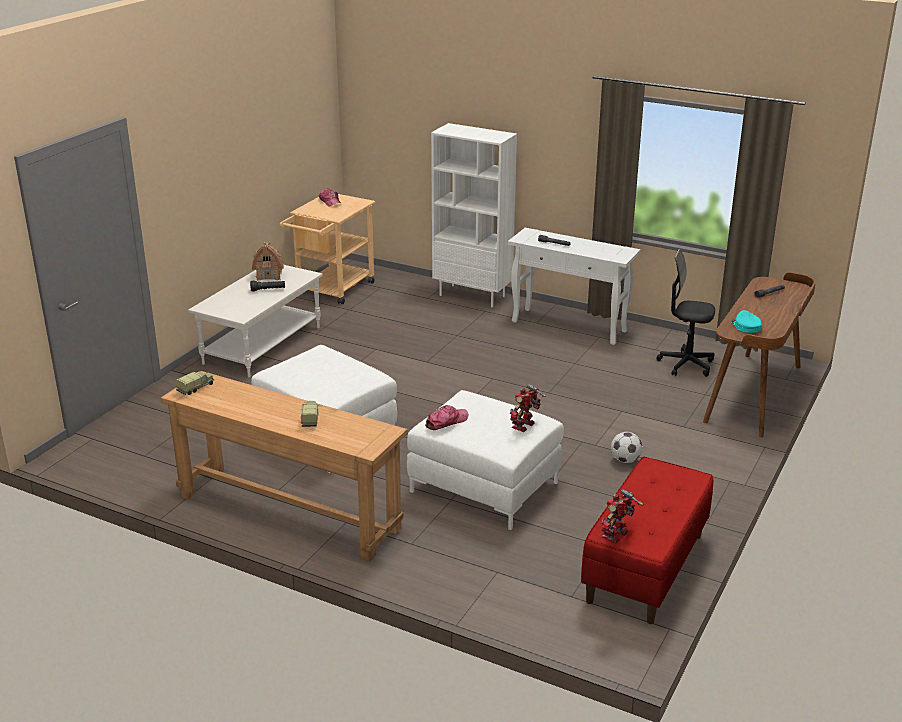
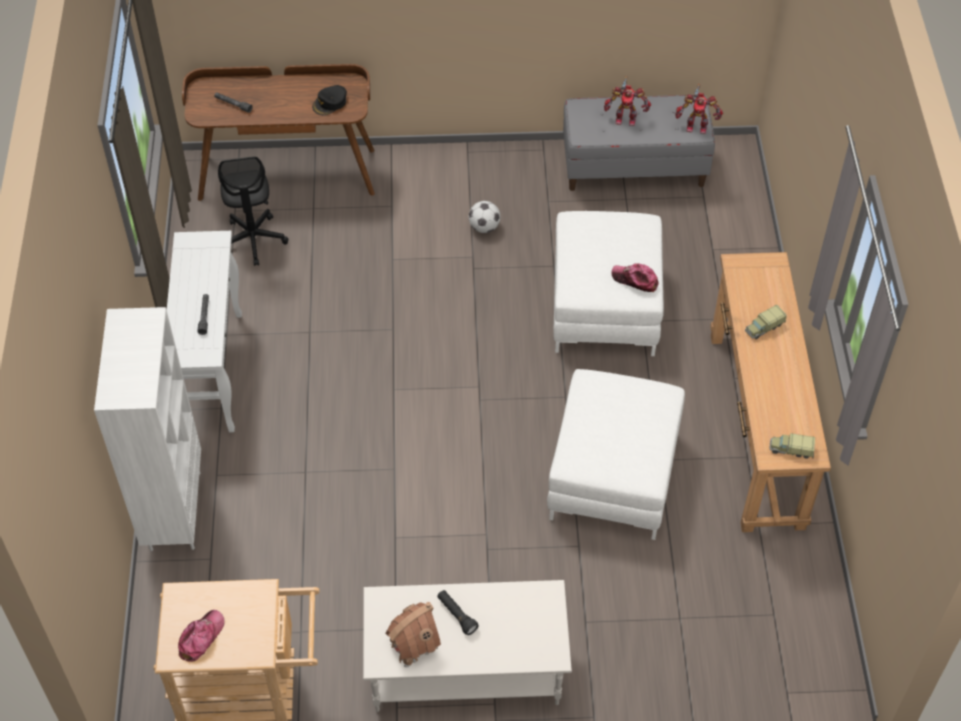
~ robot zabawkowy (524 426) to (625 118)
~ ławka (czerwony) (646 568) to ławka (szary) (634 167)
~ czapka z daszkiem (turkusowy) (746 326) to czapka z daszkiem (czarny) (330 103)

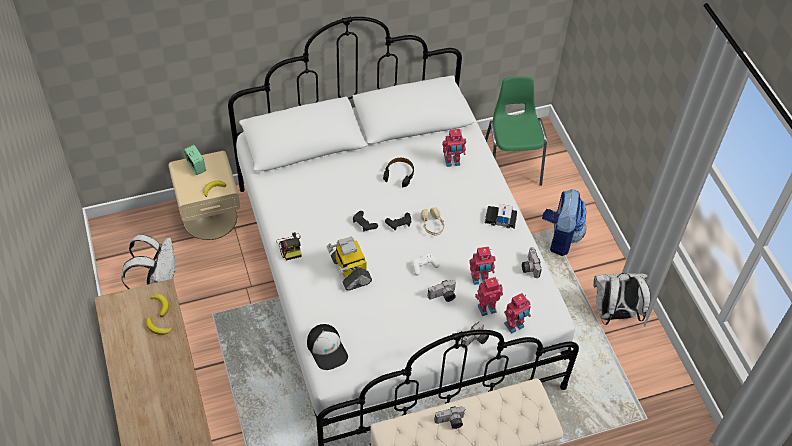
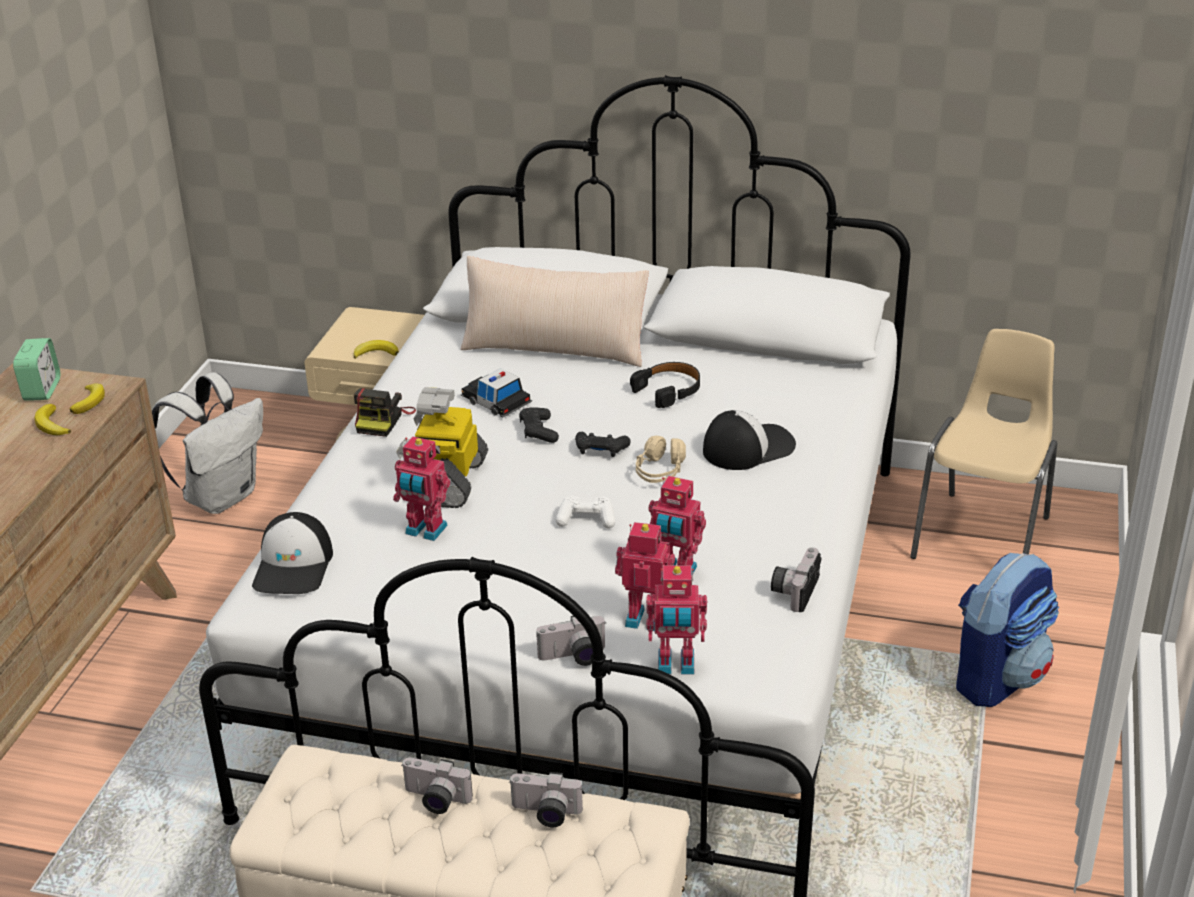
~ budzik (196 167) to (42 390)
~ aparat fotograficzny (443 296) to (545 814)
~ robot zabawkowy (452 162) to (425 531)
~ krzesło (zielony) (511 164) to krzesło (beżowy) (983 537)
~ samochodzik (500 219) to (496 401)
- plecak (biały) (614 314)
+ poduszka (beżowy) (554 347)
+ czapka z daszkiem (748 447)

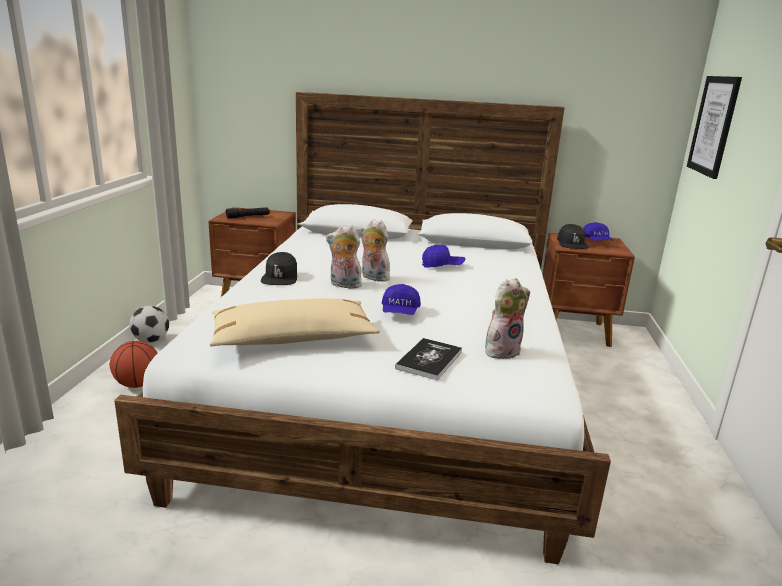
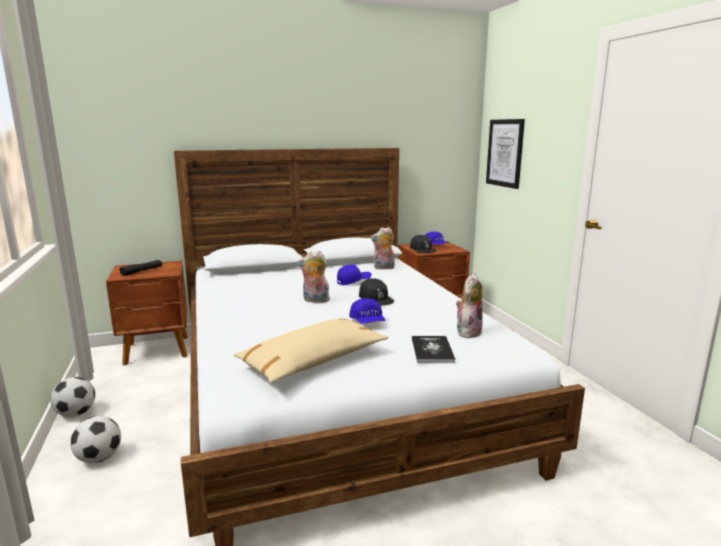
~ piłka do koszykówki (138 384) to piłka futbolowa (99 458)
~ czapka z daszkiem (czarny) (280 277) to (375 299)
~ pluszak (344 285) to (384 268)

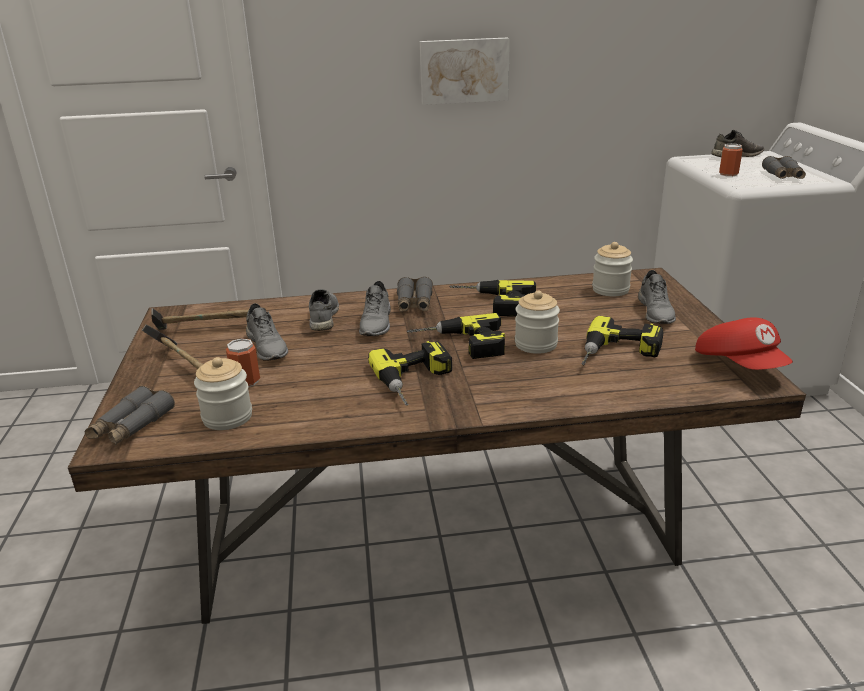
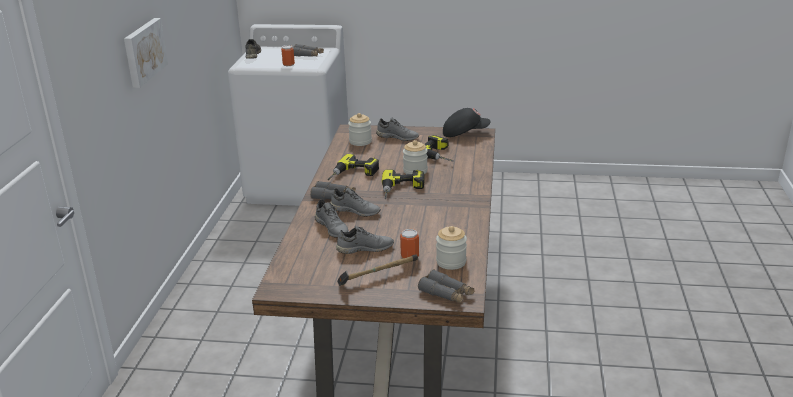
- młotek (208 328)
~ but (szary) (323 318) = (332 228) 135 degrees counterclockwise
- wiertarka (417 382)
~ czapka z daszkiem (czerwony) (740 365) to czapka z daszkiem (czarny) (465 133)

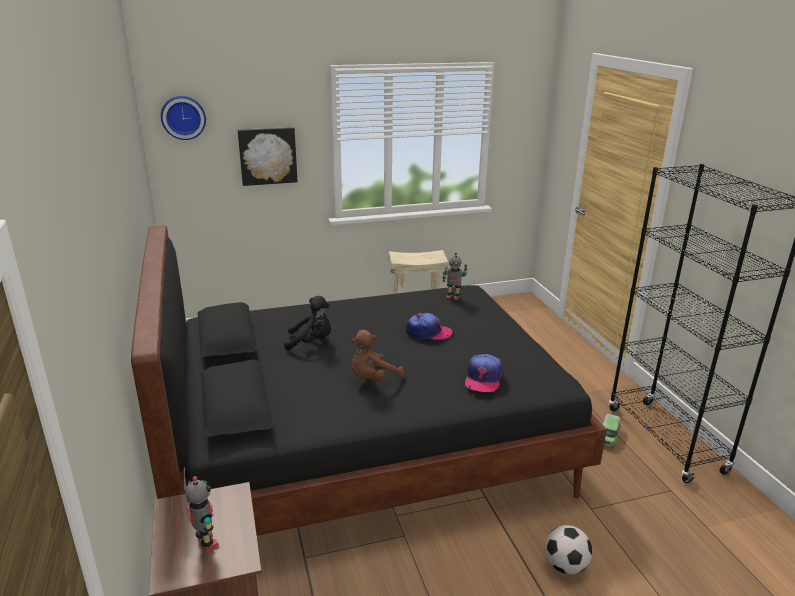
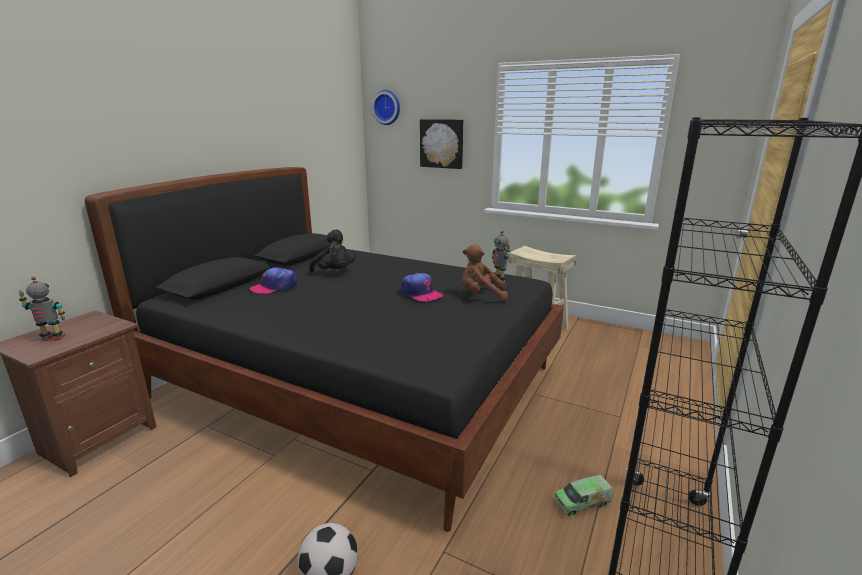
~ robot zabawkowy (206 543) = (53 338) 105 degrees counterclockwise
~ pluszak (brązowy) (372 378) to (481 295)
~ czapka z daszkiem (483 378) to (274 287)

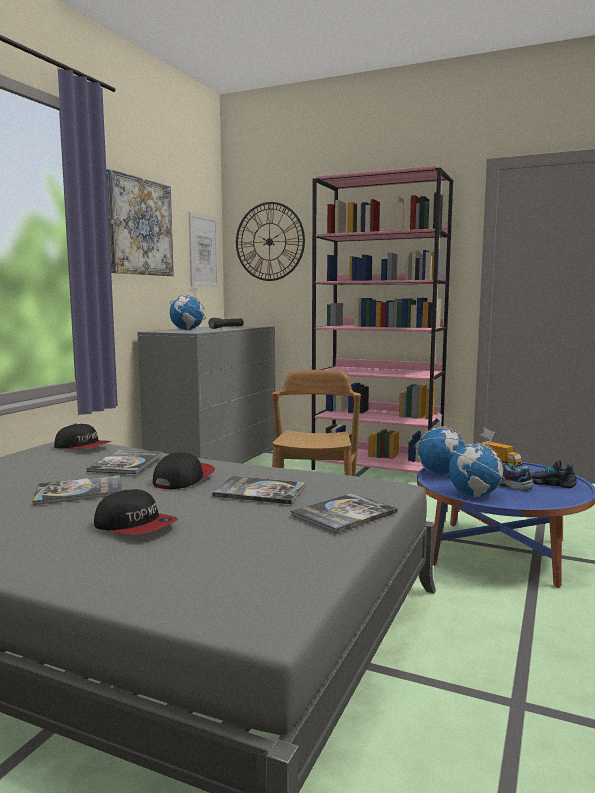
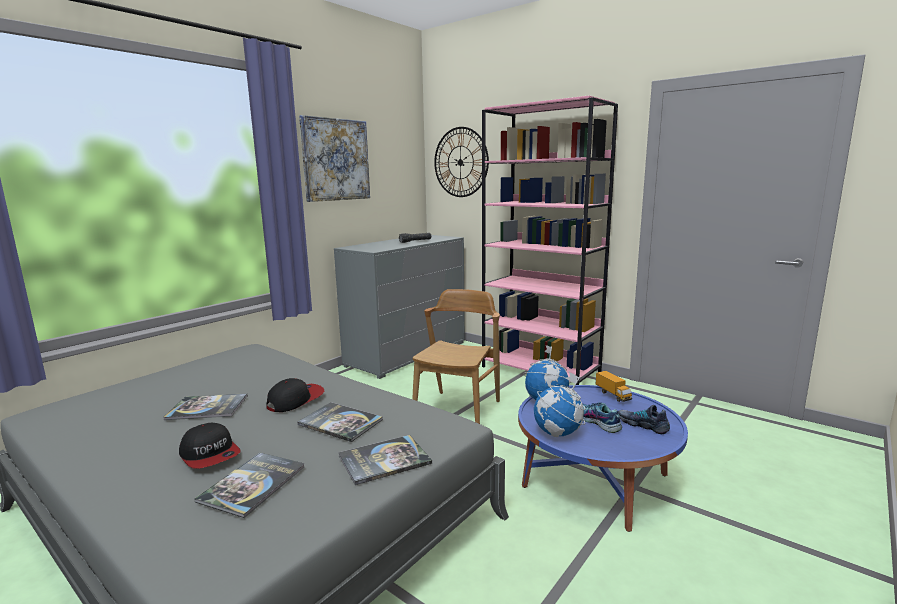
- czapka z daszkiem (83 447)
~ książka (126 463) to (252 484)
- globus (187 330)
- obraz (203 251)

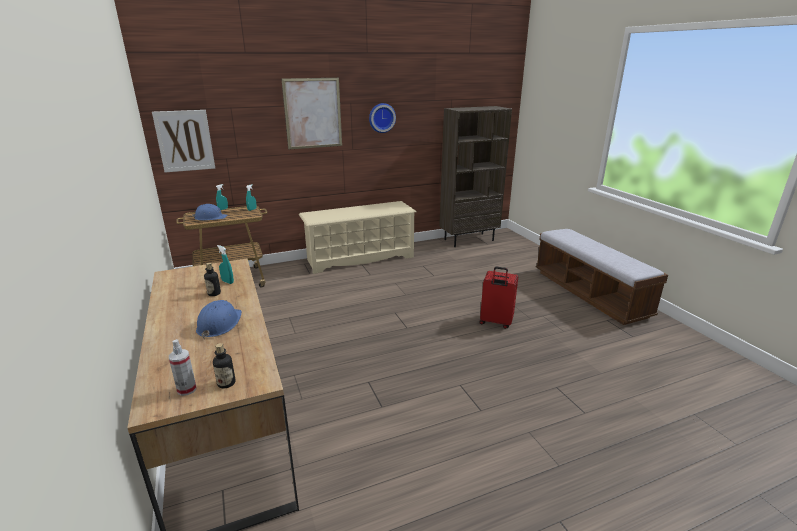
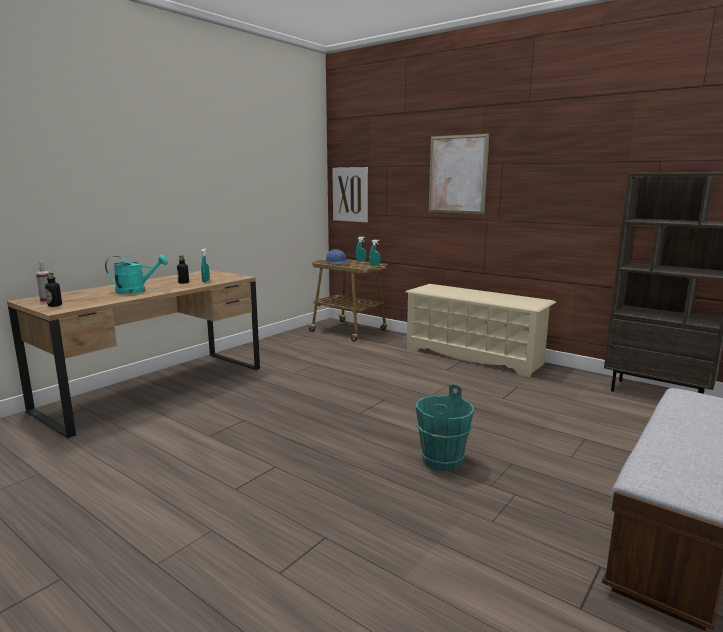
~ kask (niebieski) (219 324) to konewka (turkusowy) (136 291)
- zegar ścienny (381 117)
~ walizka (czerwony) (495 322) to wiadro (turkusowy) (441 461)

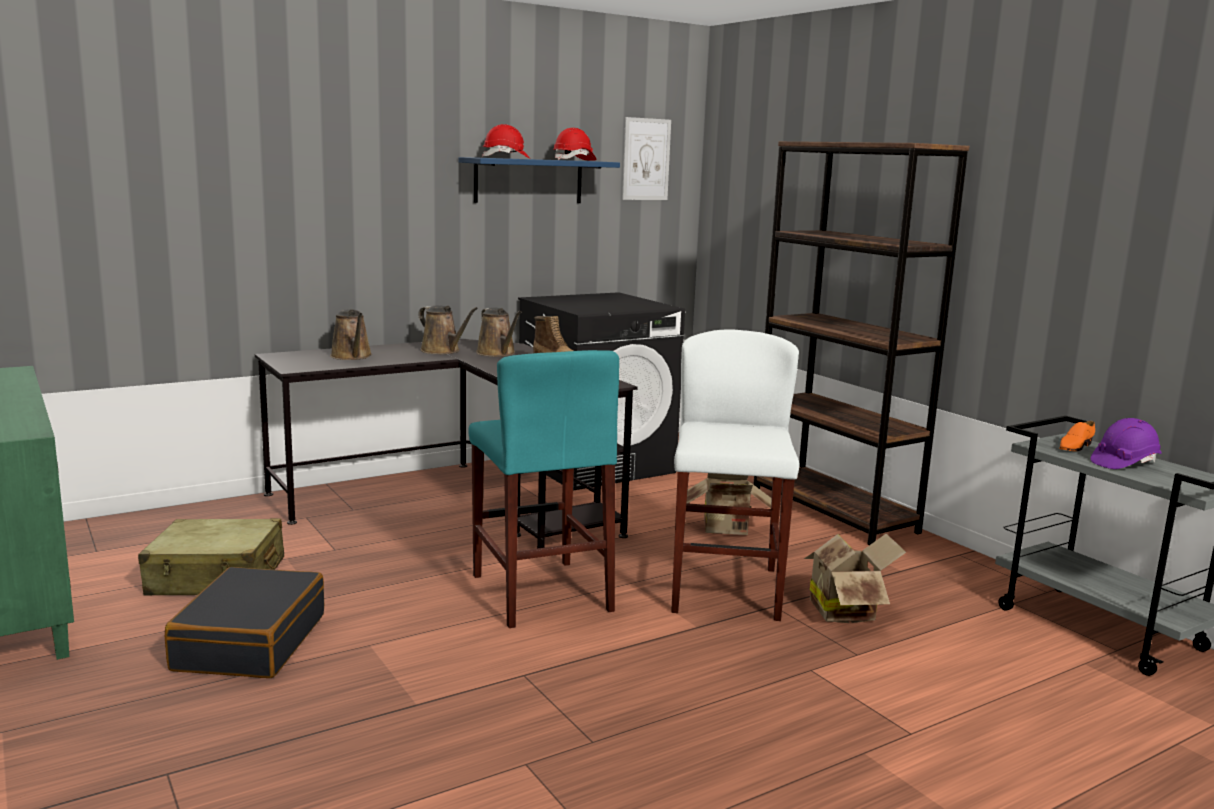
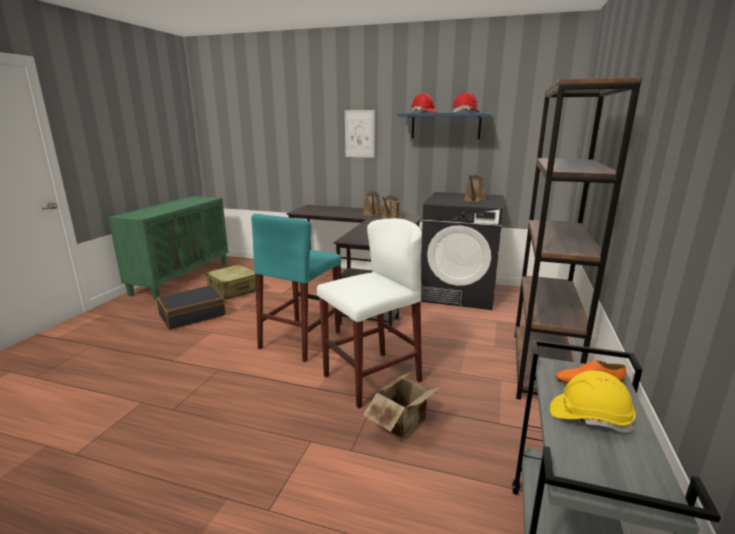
~ konewka (brązowy) (352 357) to (474 200)
~ obraz (646 159) to (359 134)
- karton (727 530)
~ kask (fioletowy) (1124 463) to kask (żółty) (589 417)

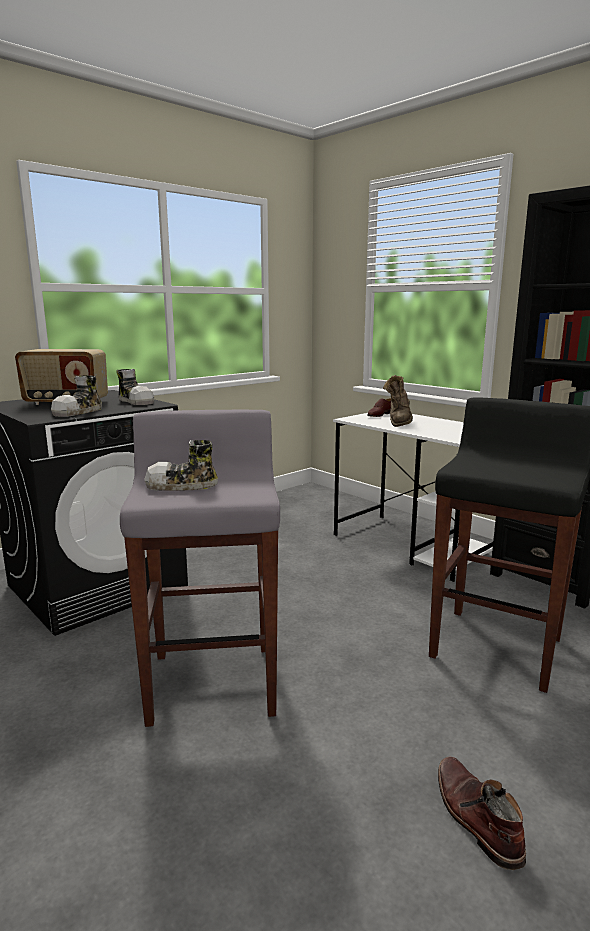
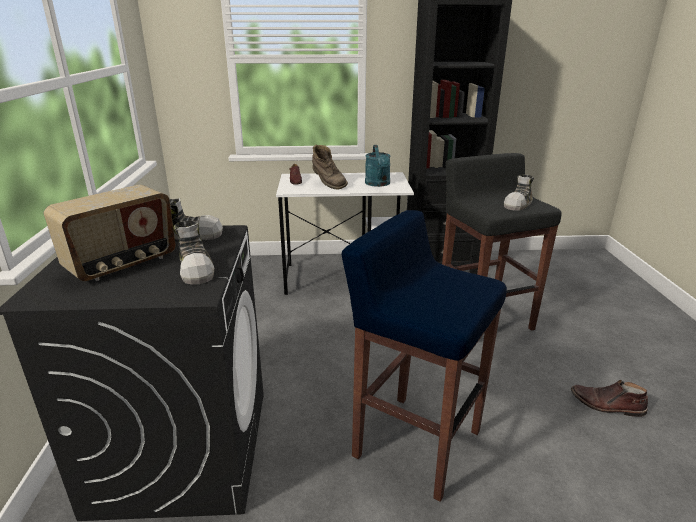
~ stołek (szary) (213 682) to stołek (niebieski) (415 442)
~ but (181 486) to (519 204)
+ konewka (turkusowy) (378 184)

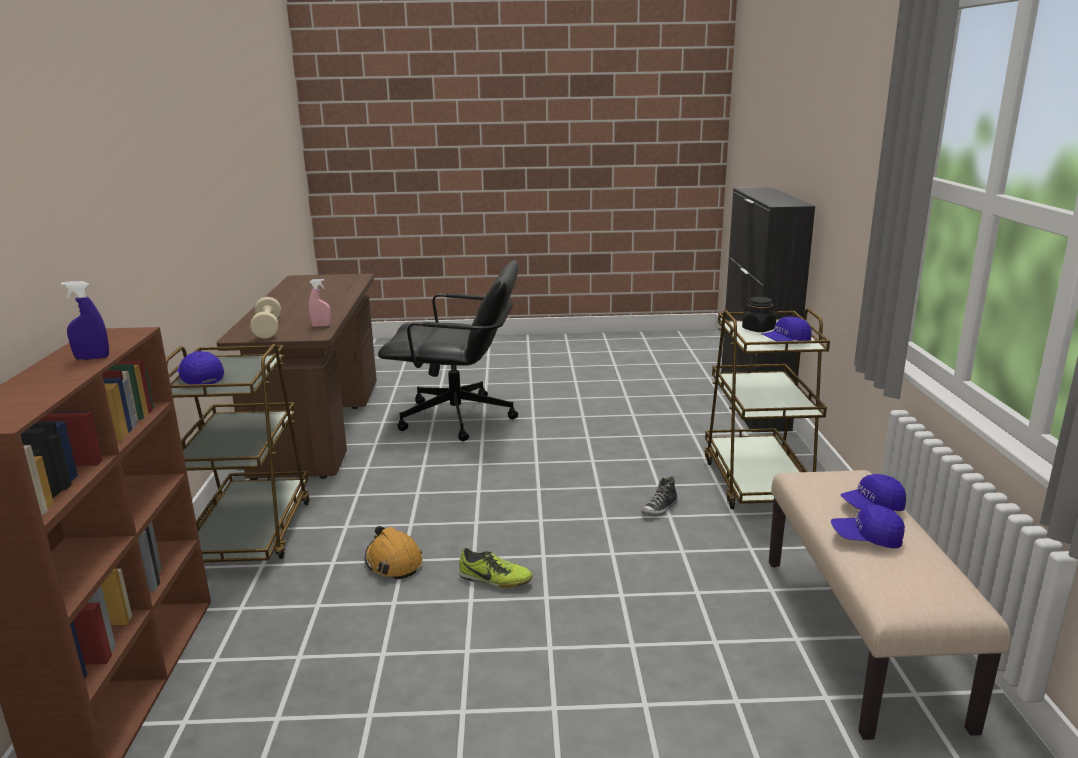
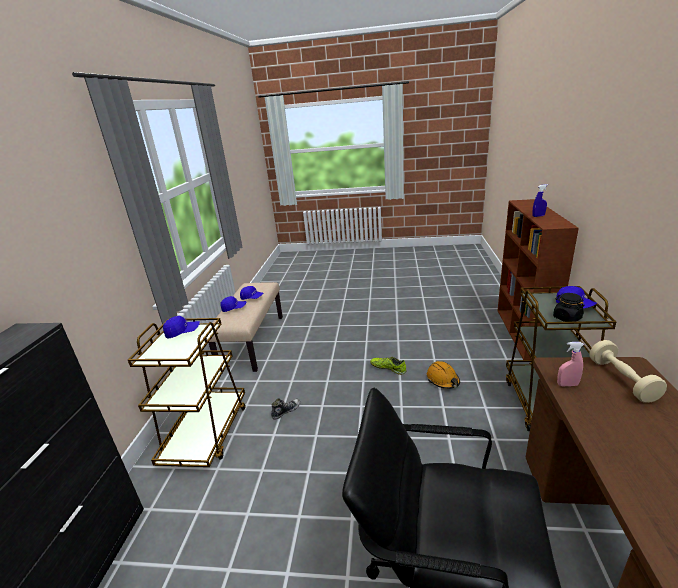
~ słoik (czarny) (758 329) to (566 318)

